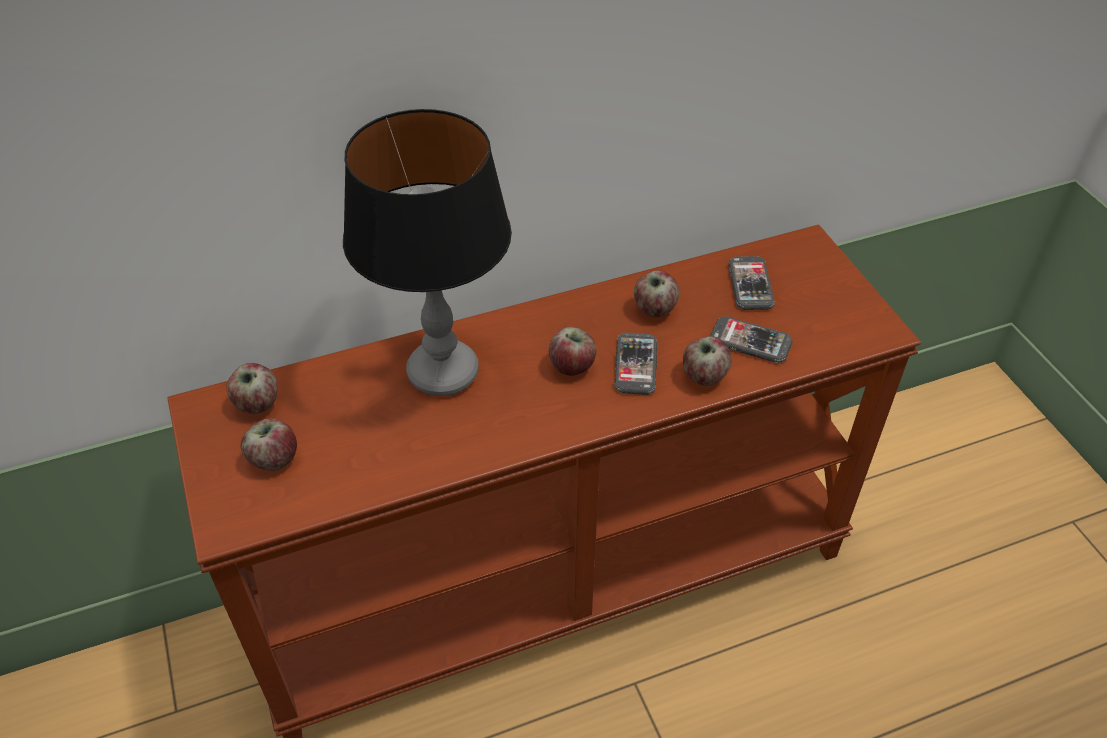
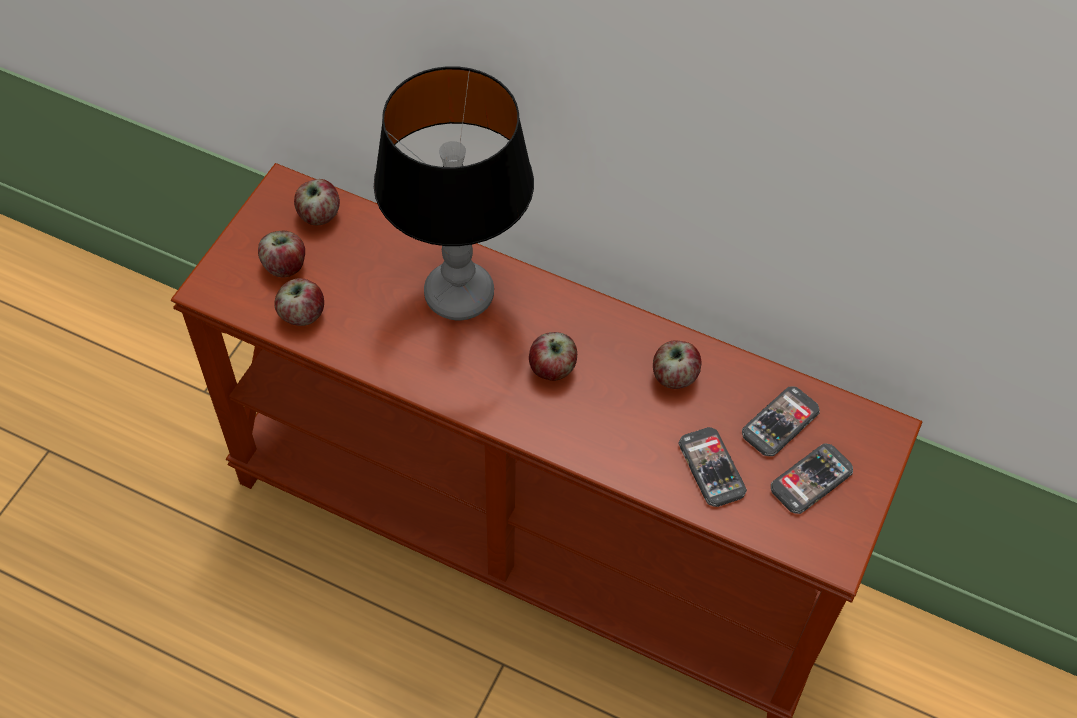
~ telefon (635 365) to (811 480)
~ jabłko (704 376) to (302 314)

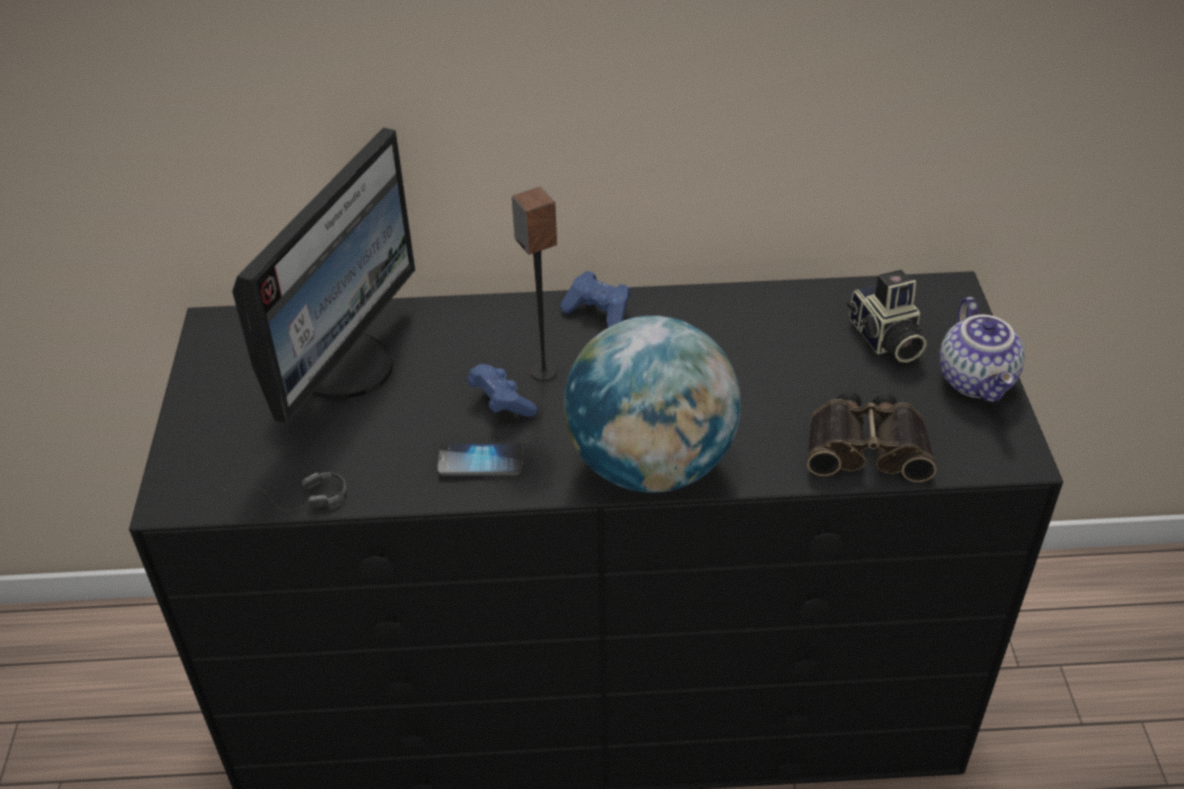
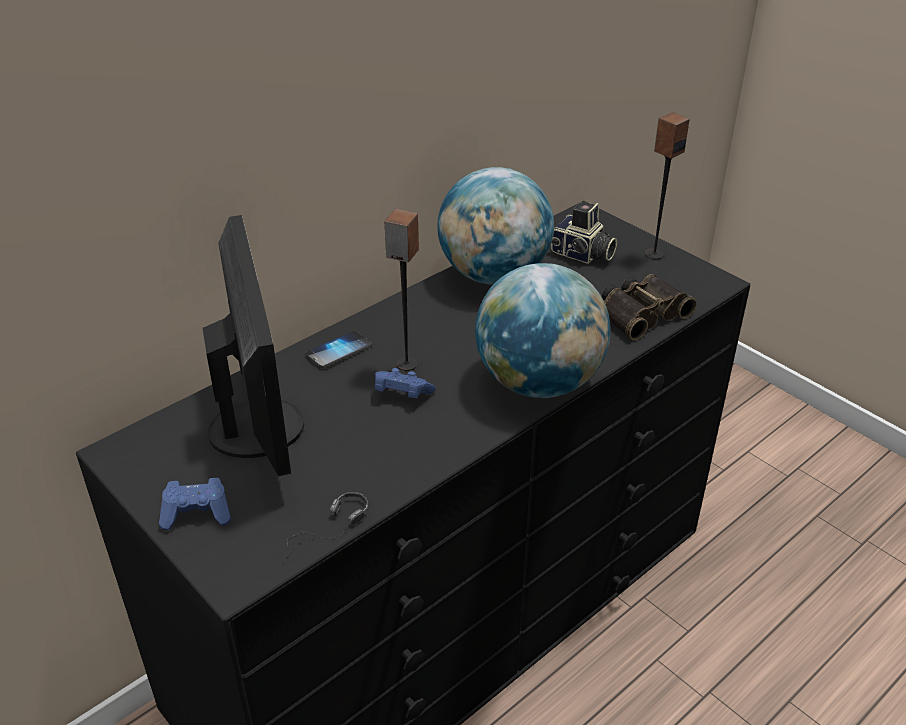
~ telefon (480 461) to (338 351)
~ pad do gier (niebieski) (599 312) to (197 514)
~ imbryk (978 381) to głośnik (654 254)
+ globus (493 275)

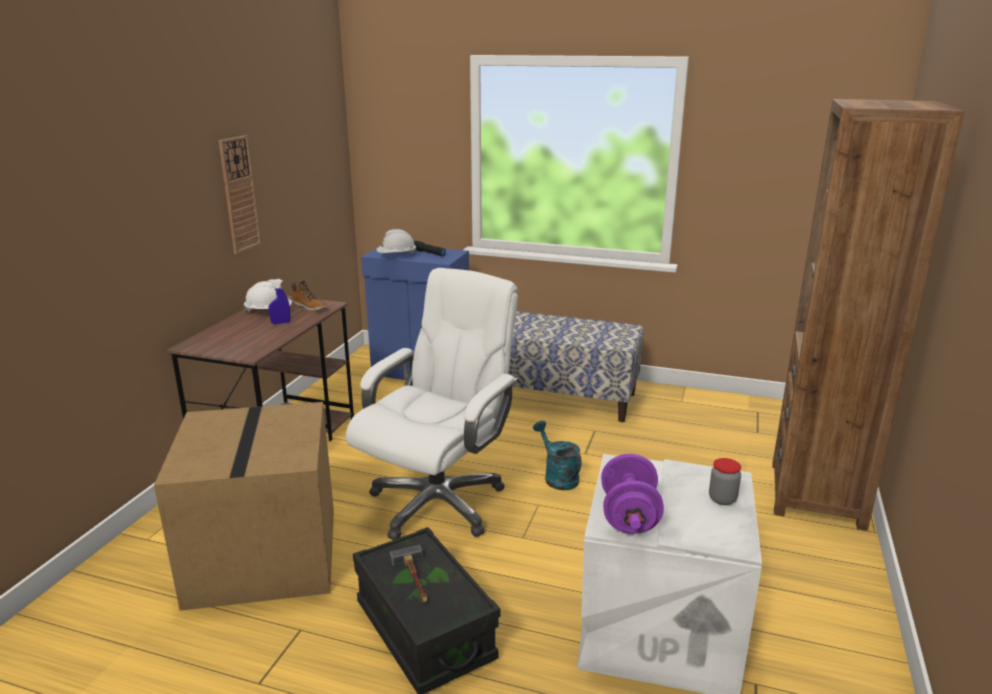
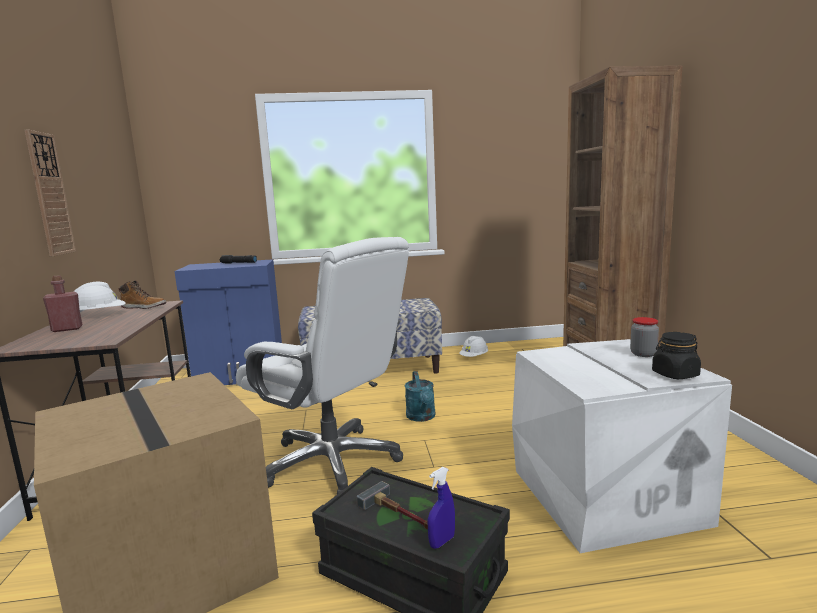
~ spryskiwacz (niebieski) (280 323) to (442 541)
~ krzesło biurowe (biały) (438 502) = (333 462) 120 degrees clockwise
~ kask (biały) (396 256) to (474 357)
~ konewka (turkusowy) (557 477) = (422 417) 135 degrees counterclockwise
- hantel (fioletowy) (629 516)
+ butelka (czerwony) (67 329)
+ słoik (czarny) (675 374)

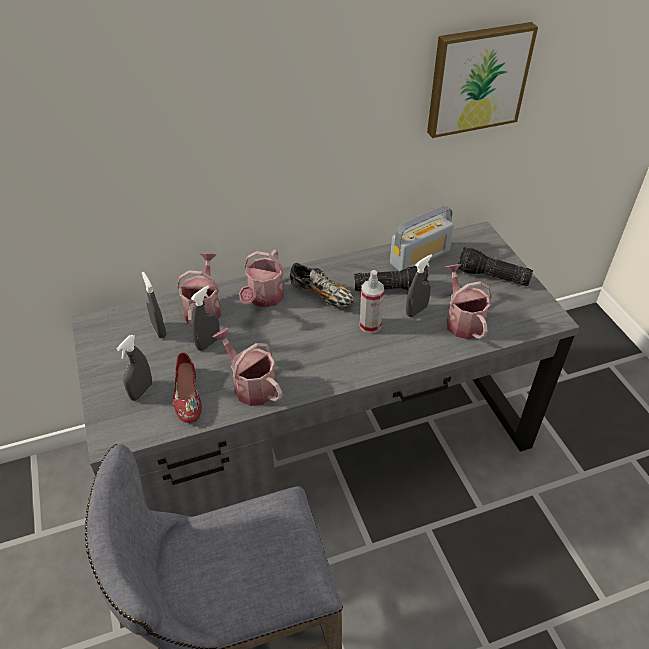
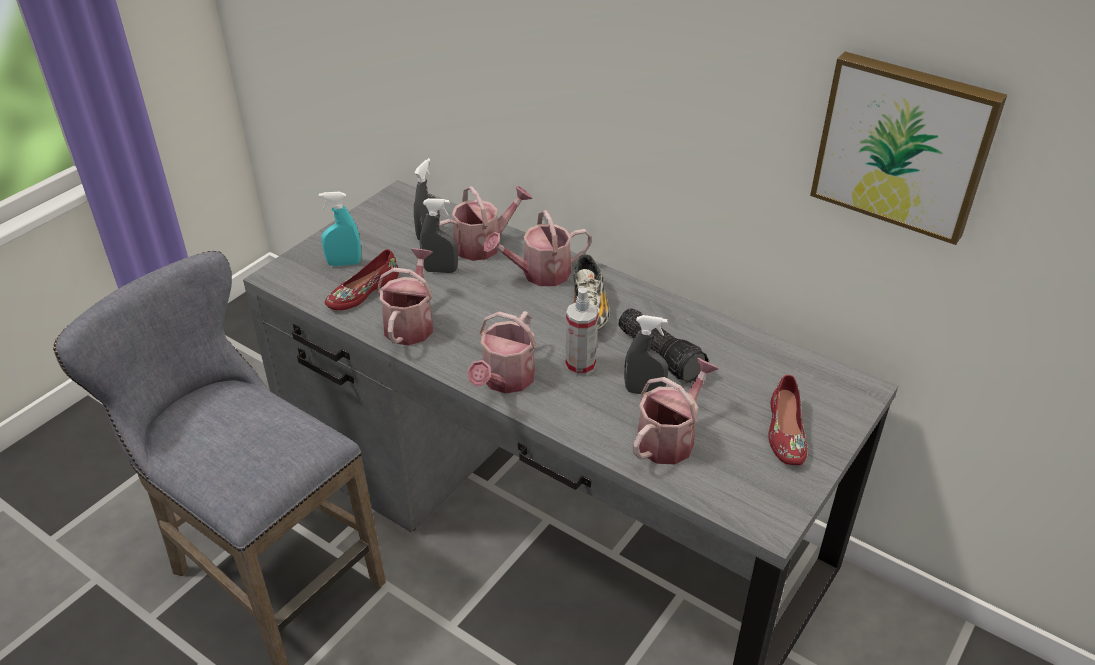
~ spryskiwacz (szary) (141 391) to spryskiwacz (turkusowy) (344 263)
- radio (419 257)
~ latarka (491 277) to but (czerwony) (785 432)
+ konewka (505 381)

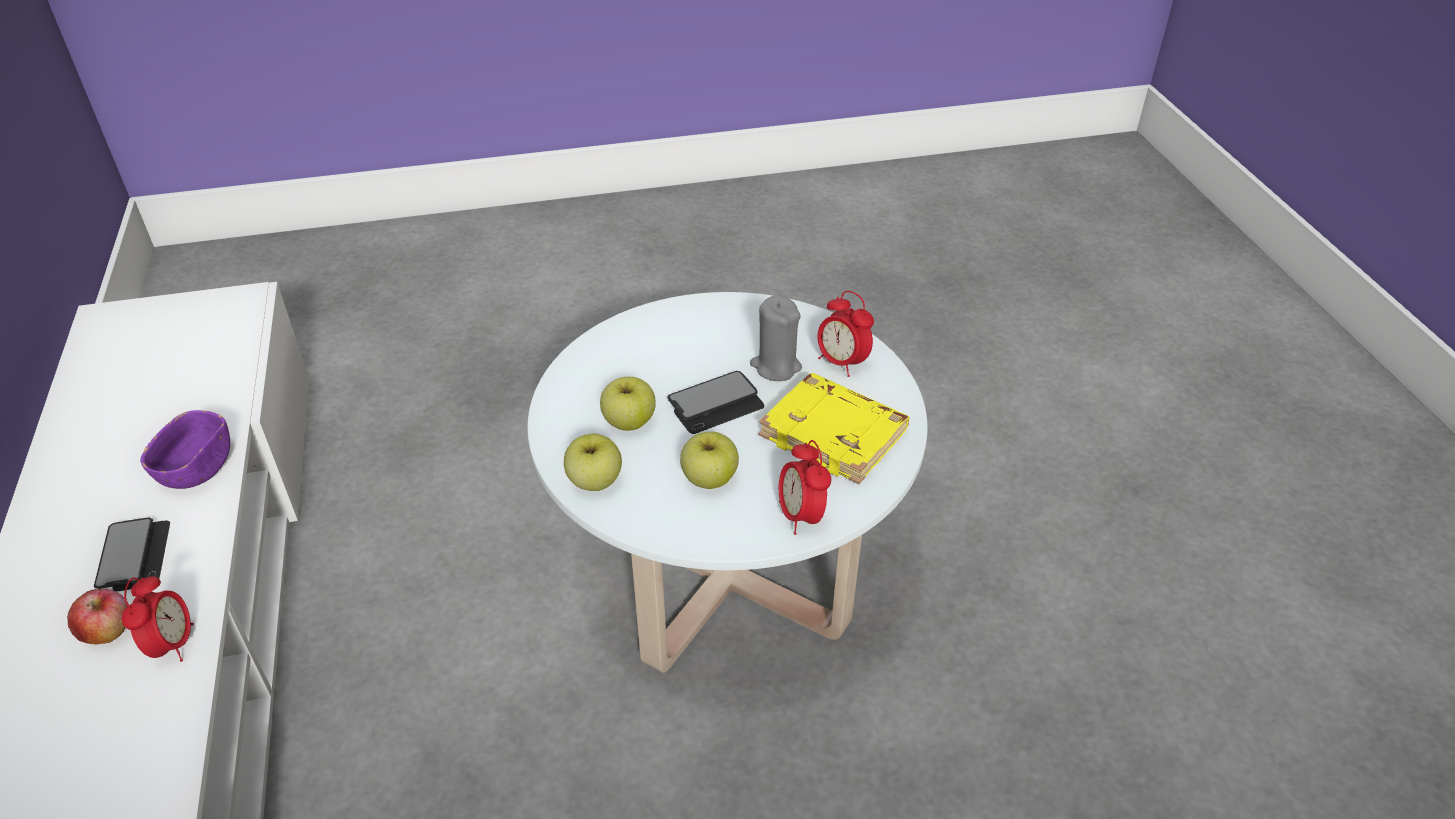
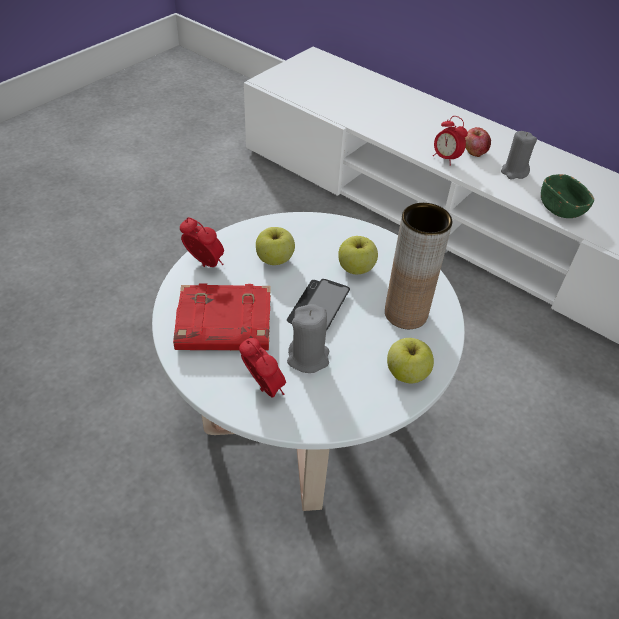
~ telefon (134 556) to świeca (szary) (514 172)
~ miska (fioletowy) (196 468) to miska (zielony) (560 209)
~ jabłko (594 481) to (407 373)
~ książka (żółty) (835 434) to książka (czerwony) (223 325)
~ budzik (842 363) = (263 388) 45 degrees clockwise
+ wazon (brązowy) (406 313)

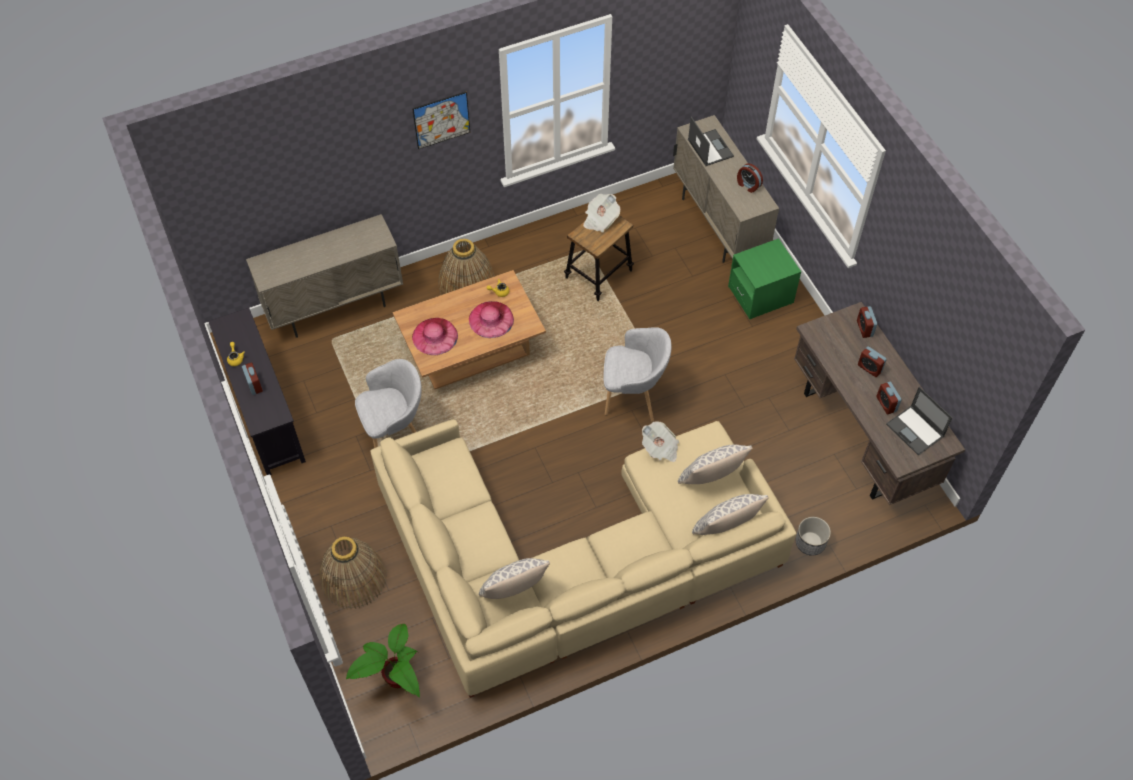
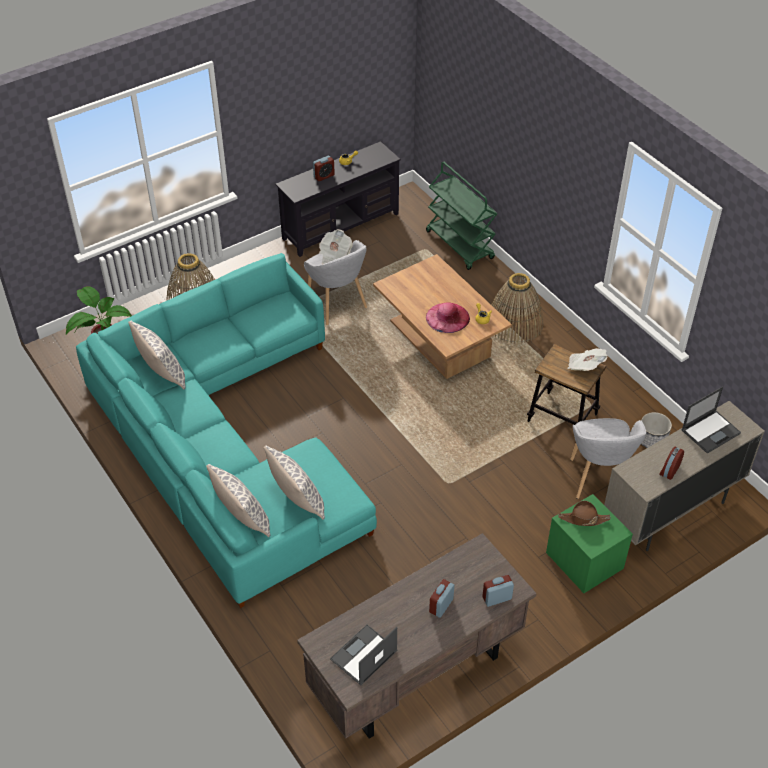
~ szafka (beżowy) (335 308) to wózek (zielony) (460 245)
~ kanapa (beżowy) (575 561) to kanapa (turkusowy) (227 443)
- obraz (441 120)
- kapelusz (różowy) (435 336)
~ fotel (szary) (633 398) to (598 479)
~ gazeta (660 448) to (334 256)
~ donica (810 543) to (651 440)
- budzik (886 404)
+ kapelusz (brązowy) (583 519)

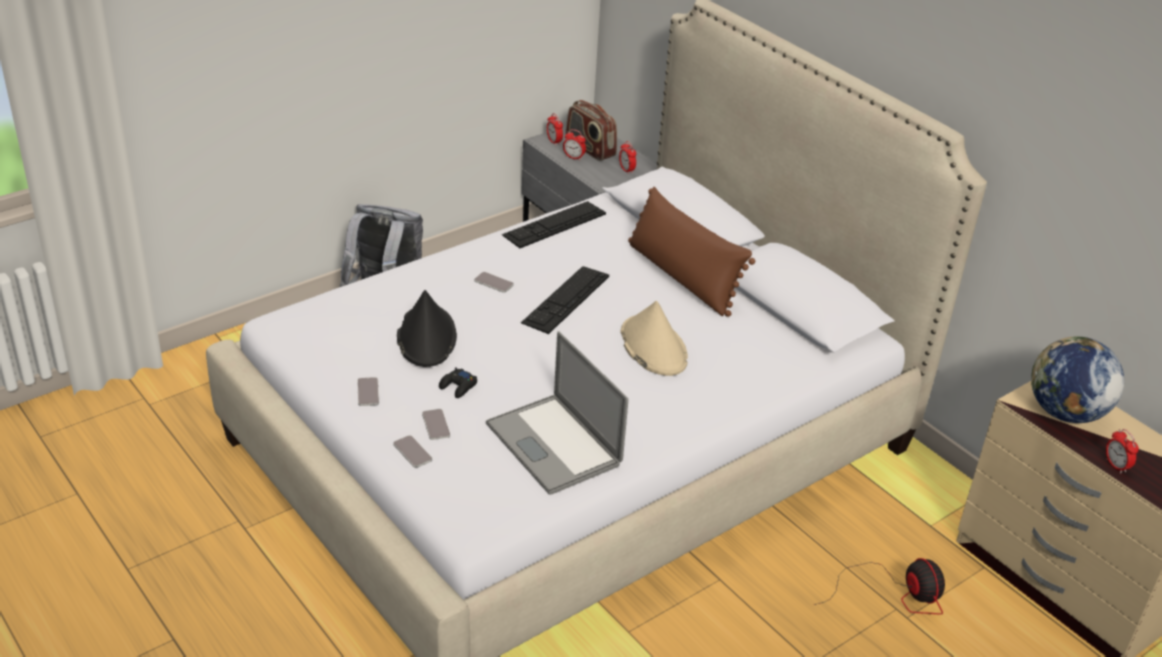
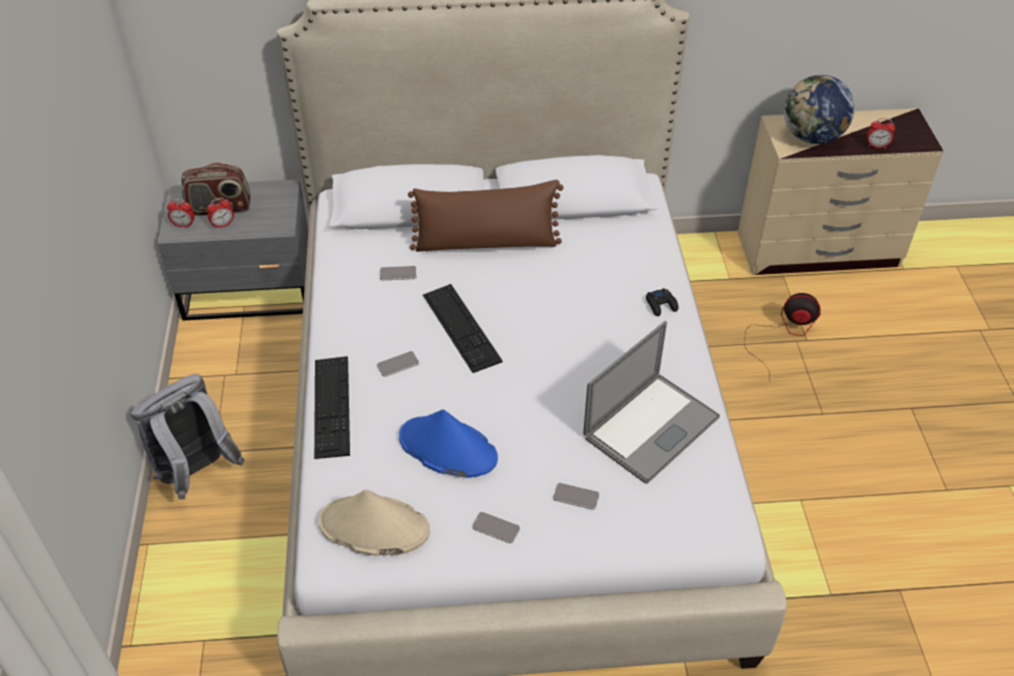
~ telefon (412 452) to (398 274)
~ kapelusz (czarny) (426 337) to kapelusz (niebieski) (447 448)
~ pad do gier (czarny) (458 387) to (661 305)
~ laptop (553 444) = (651 427) 45 degrees counterclockwise
~ klawiatura (554 224) to (331 406)
- budzik (626 170)
~ kapelusz (beżowy) (653 347) to (373 527)

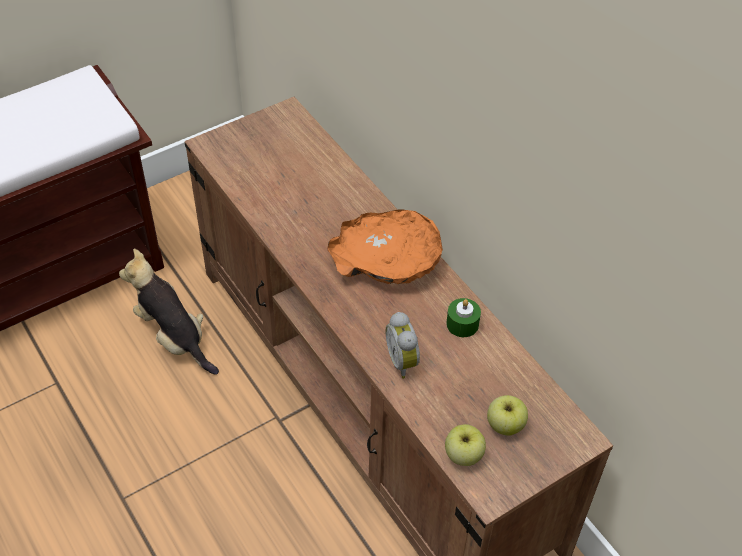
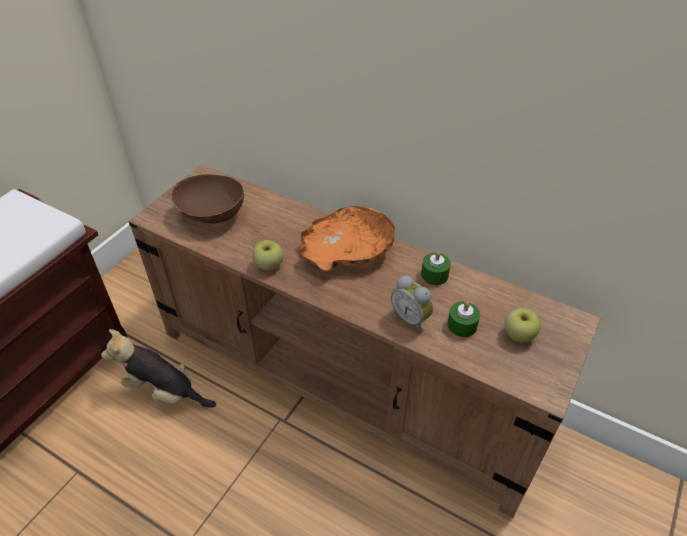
~ jabłko (463 455) to (269 265)
+ miska (brązowy) (211 215)
+ świeca (zielony) (462 325)

